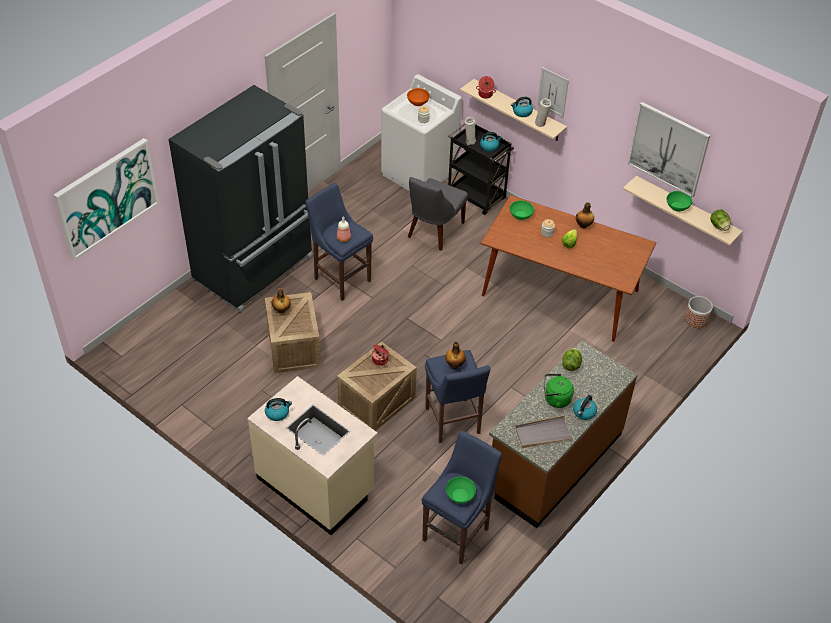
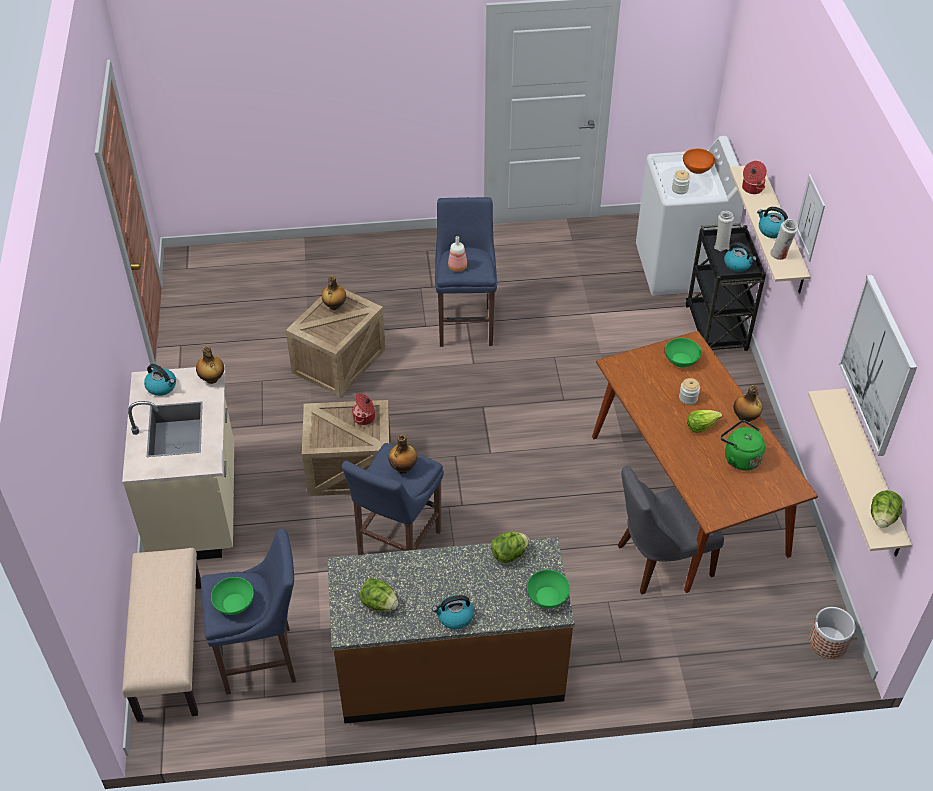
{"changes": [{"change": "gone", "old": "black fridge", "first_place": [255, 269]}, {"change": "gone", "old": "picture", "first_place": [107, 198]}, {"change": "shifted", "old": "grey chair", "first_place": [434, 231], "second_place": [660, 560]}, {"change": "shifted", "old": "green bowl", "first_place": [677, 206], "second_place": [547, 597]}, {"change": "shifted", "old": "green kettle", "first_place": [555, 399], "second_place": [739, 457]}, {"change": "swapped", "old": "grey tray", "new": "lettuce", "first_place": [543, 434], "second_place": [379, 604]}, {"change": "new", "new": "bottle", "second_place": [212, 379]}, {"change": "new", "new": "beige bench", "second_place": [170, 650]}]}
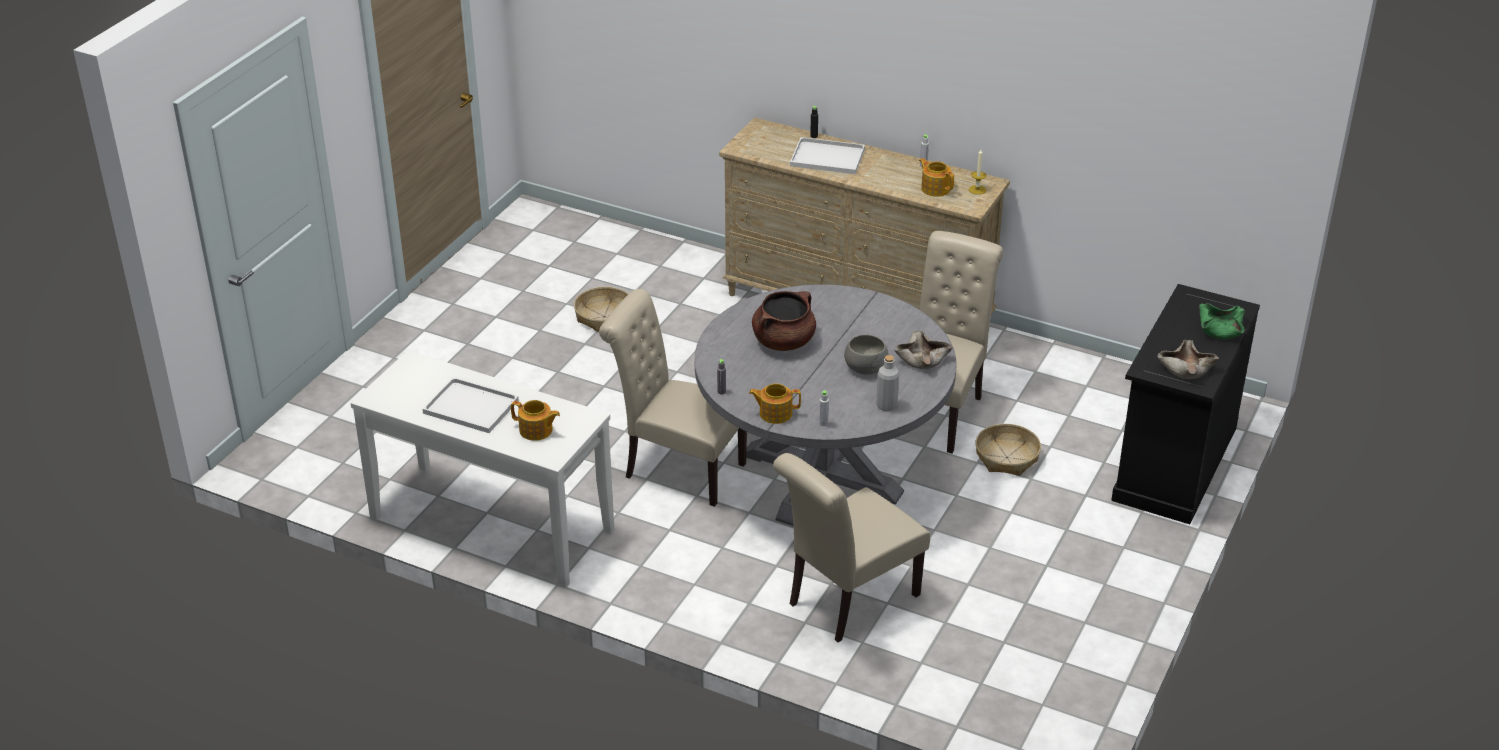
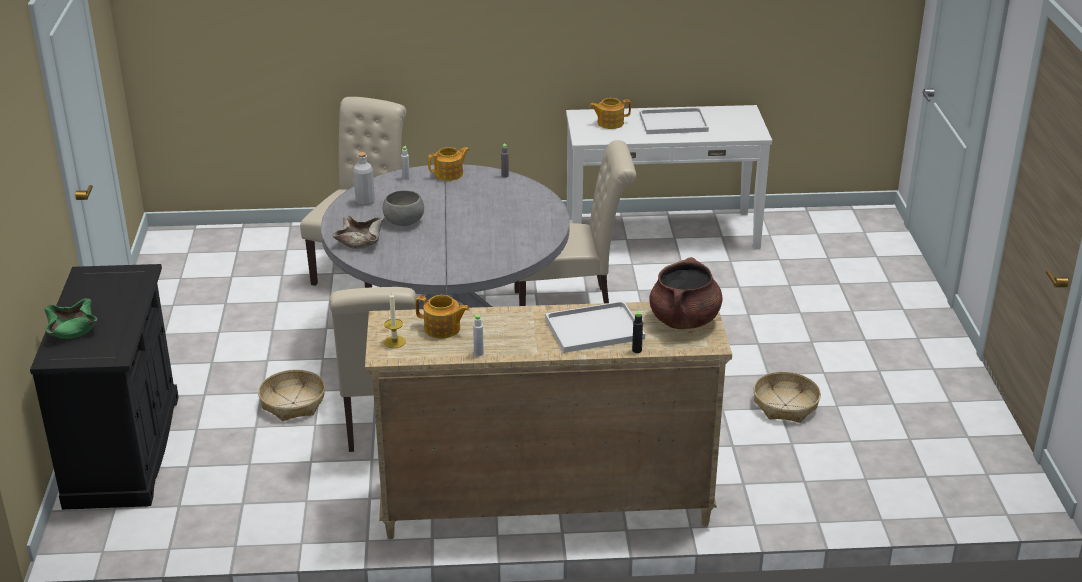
{"changes": [{"change": "shifted", "old": "brown cooking pot", "first_place": [783, 341], "second_place": [684, 320]}, {"change": "gone", "old": "beige bowl", "first_place": [1185, 369]}]}
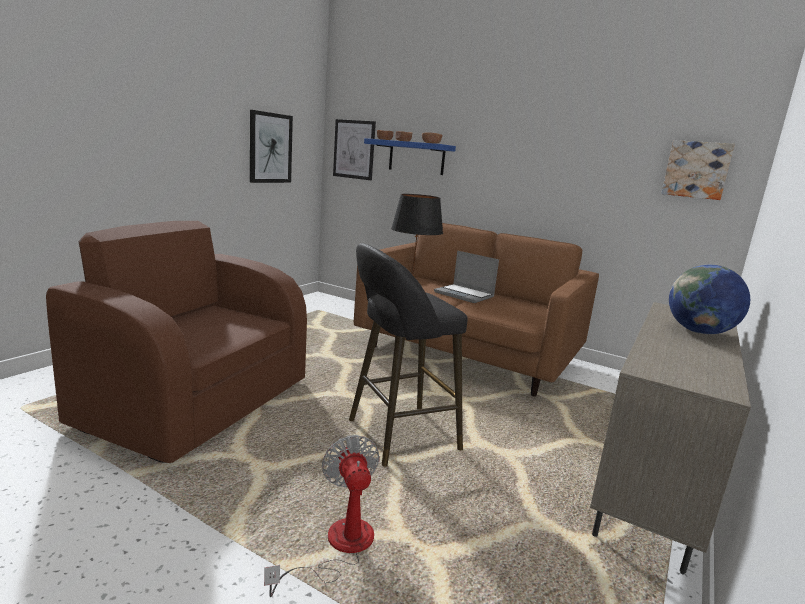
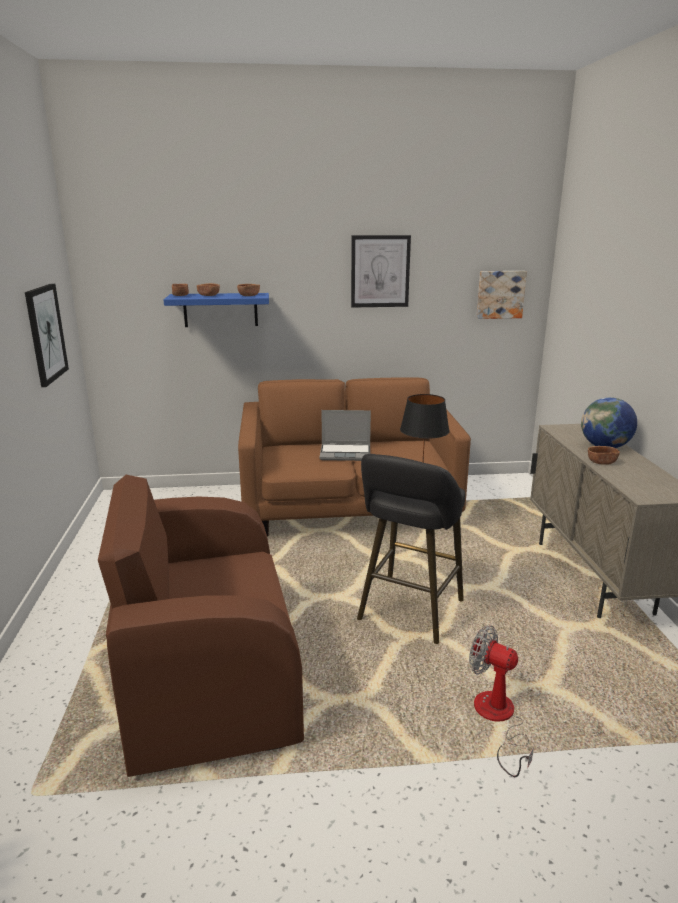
{"changes": [{"change": "shifted", "old": "picture", "first_place": [354, 149], "second_place": [380, 271]}, {"change": "new", "new": "brown bowl", "second_place": [602, 462]}]}
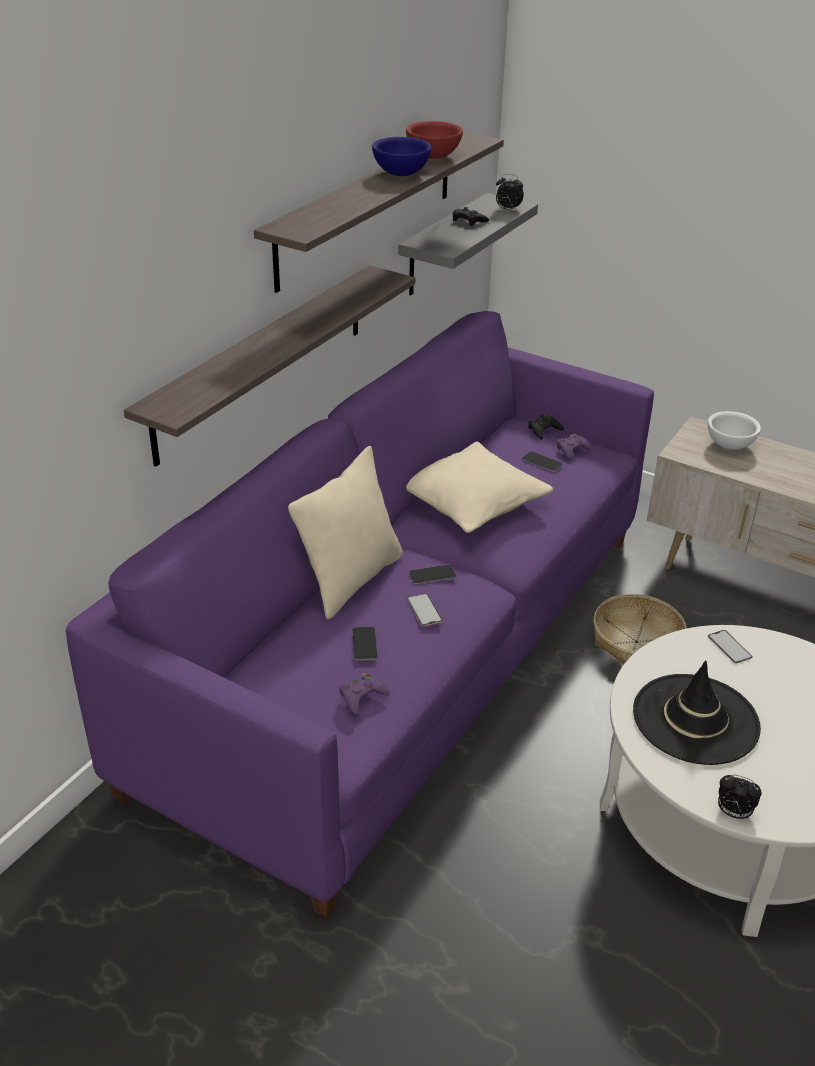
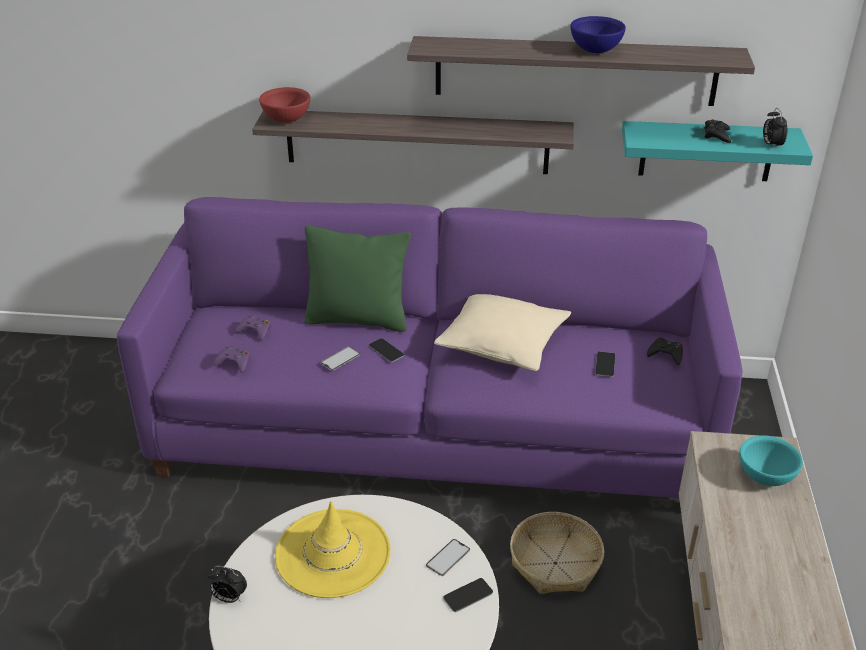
{"changes": [{"change": "shifted", "old": "red bowl", "first_place": [434, 156], "second_place": [287, 120]}, {"change": "repainted", "old": "grey shelf", "new": "turquoise shelf", "first_place": [443, 245], "second_place": [706, 151]}, {"change": "repainted", "old": "white bowl", "new": "turquoise bowl", "first_place": [729, 445], "second_place": [765, 476]}, {"change": "shifted", "old": "purple game controller", "first_place": [573, 450], "second_place": [255, 330]}, {"change": "repainted", "old": "beige pillow", "new": "green pillow", "first_place": [351, 579], "second_place": [358, 319]}, {"change": "shifted", "old": "phone", "first_place": [364, 644], "second_place": [468, 595]}, {"change": "repainted", "old": "black hat", "new": "yellow hat", "first_place": [695, 719], "second_place": [332, 553]}, {"change": "rotated", "old": "alarm clock", "first_place": [733, 813], "second_place": [229, 598], "degrees": -75}]}
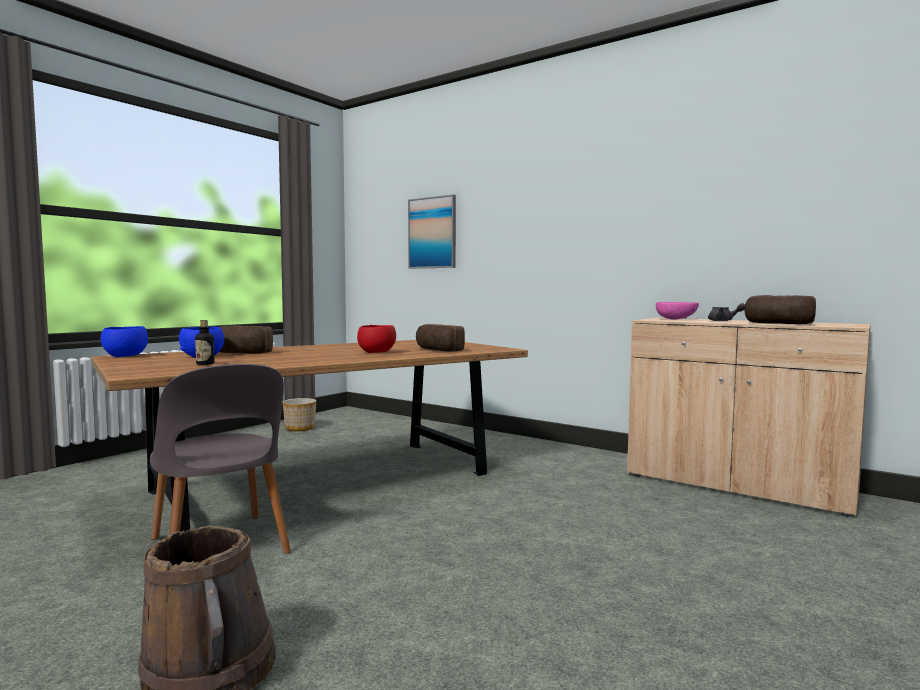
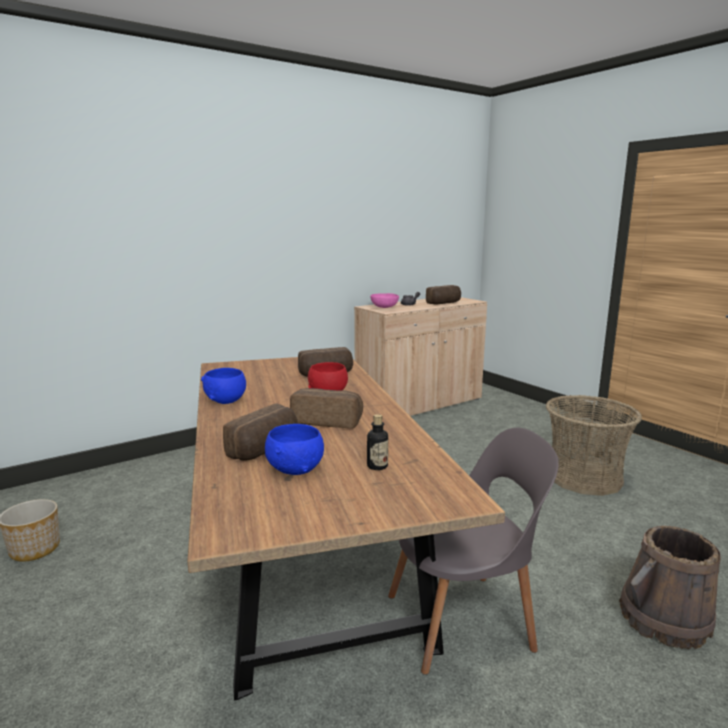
{"changes": [{"change": "gone", "old": "picture", "first_place": [432, 233]}, {"change": "shifted", "old": "blue bowl", "first_place": [125, 356], "second_place": [226, 401]}, {"change": "new", "new": "bread", "second_place": [327, 421]}, {"change": "new", "new": "basket", "second_place": [584, 478]}]}
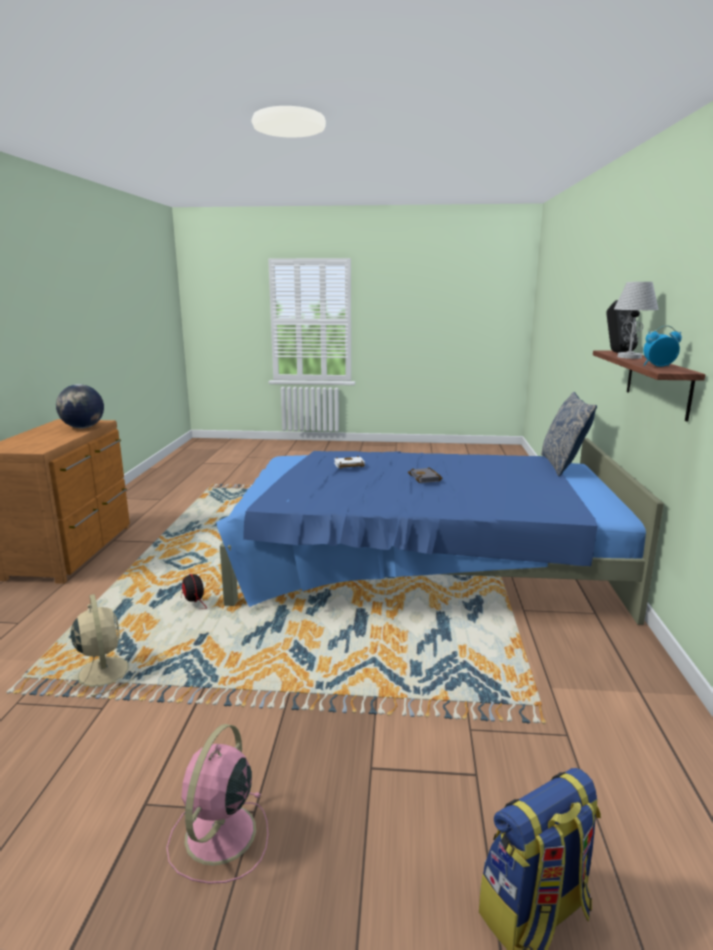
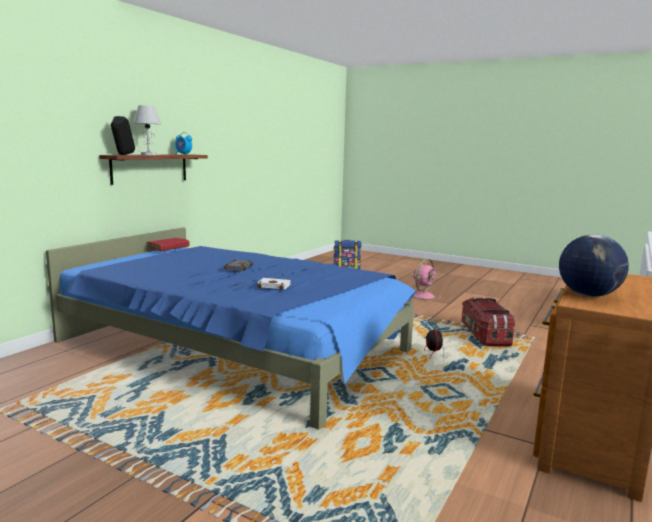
{"changes": [{"change": "gone", "old": "pillow", "first_place": [563, 465]}, {"change": "swapped", "old": "beige fan", "new": "storage box", "first_place": [103, 670], "second_place": [484, 336]}, {"change": "new", "new": "red book", "second_place": [169, 248]}]}
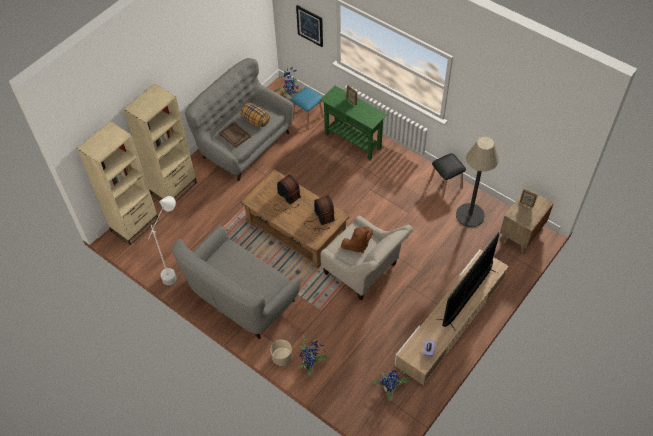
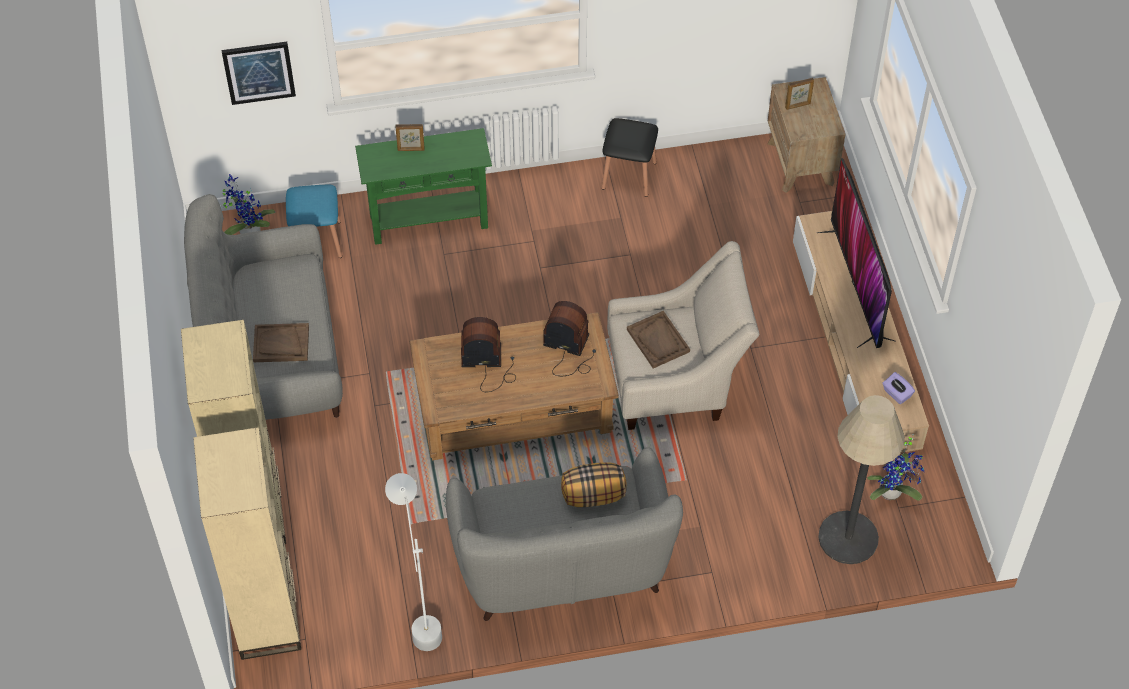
{"changes": [{"change": "shifted", "old": "pillow", "first_place": [255, 121], "second_place": [593, 495]}, {"change": "shifted", "old": "floor lamp", "first_place": [470, 215], "second_place": [848, 538]}, {"change": "swapped", "old": "brown plush toy", "new": "brown tray", "first_place": [357, 245], "second_place": [658, 341]}, {"change": "gone", "old": "potted plant", "first_place": [311, 364]}, {"change": "gone", "old": "beige planter", "first_place": [282, 358]}]}
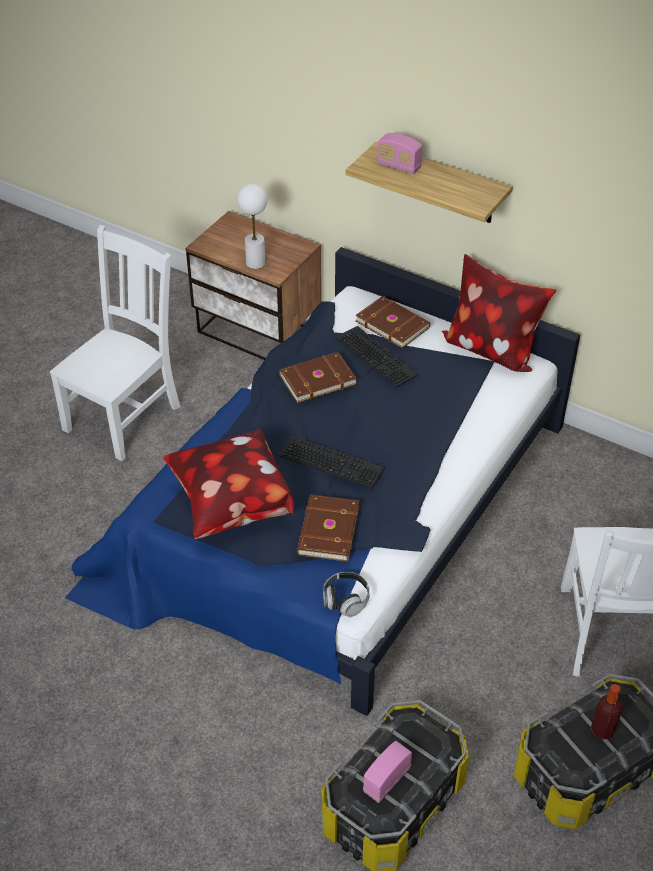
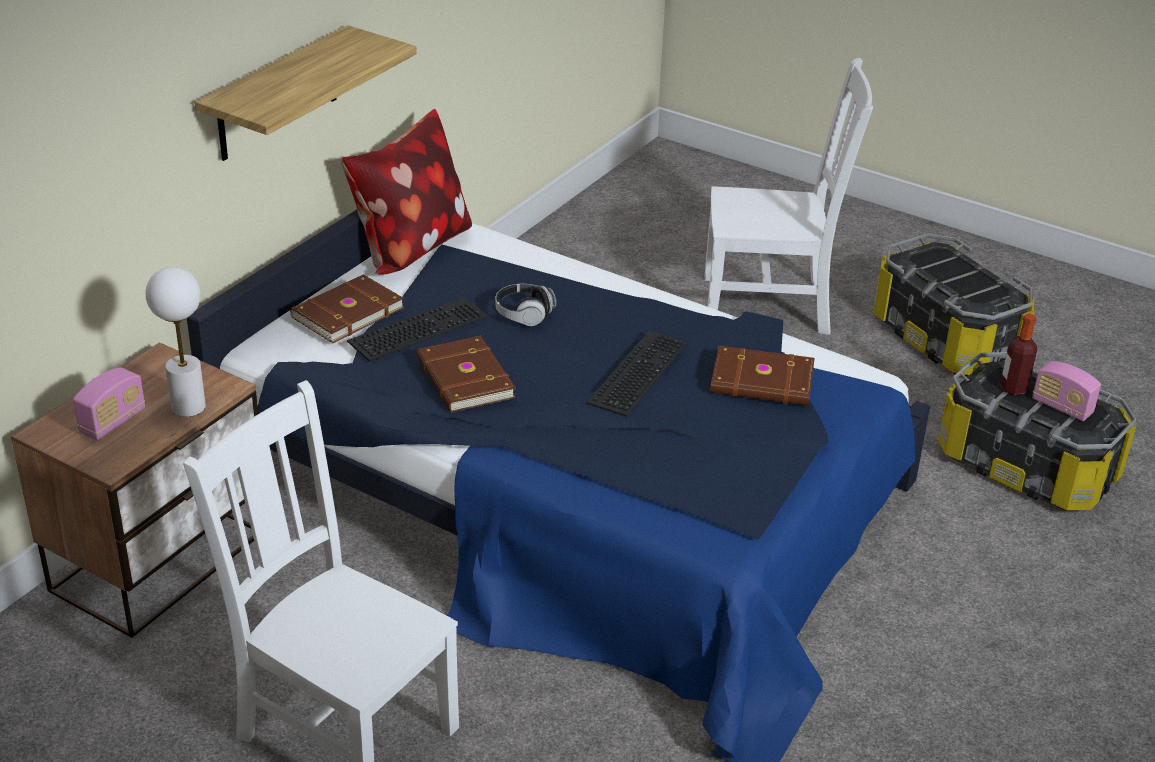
{"changes": [{"change": "shifted", "old": "radio", "first_place": [399, 166], "second_place": [113, 422]}, {"change": "gone", "old": "pillow", "first_place": [230, 507]}, {"change": "shifted", "old": "headphones", "first_place": [345, 600], "second_place": [524, 314]}, {"change": "shifted", "old": "bottle", "first_place": [602, 730], "second_place": [1013, 388]}]}
